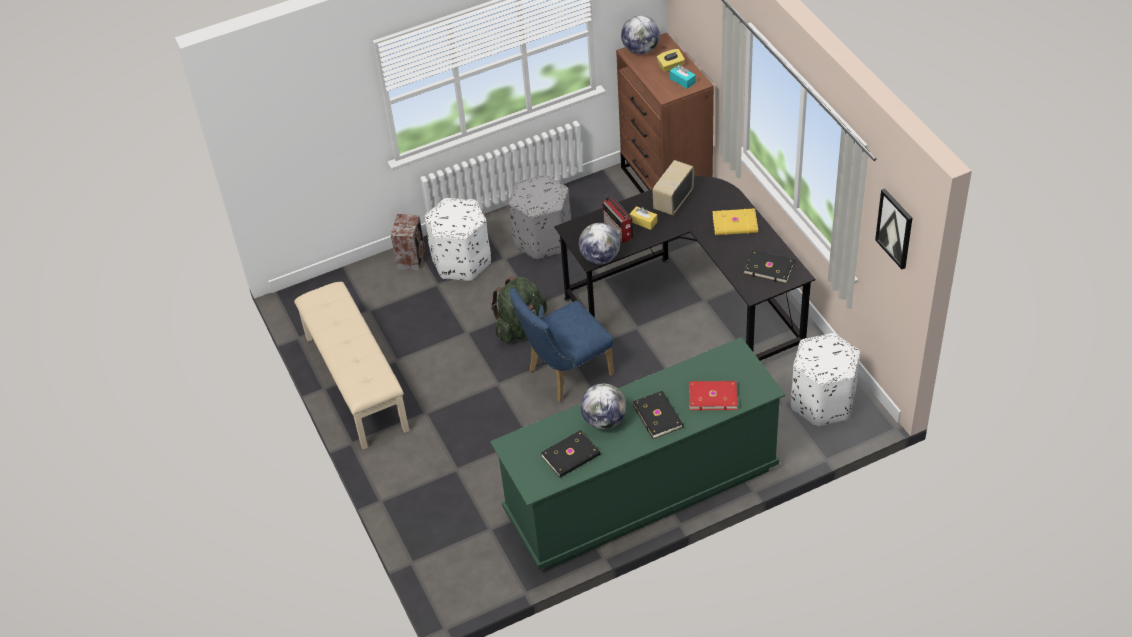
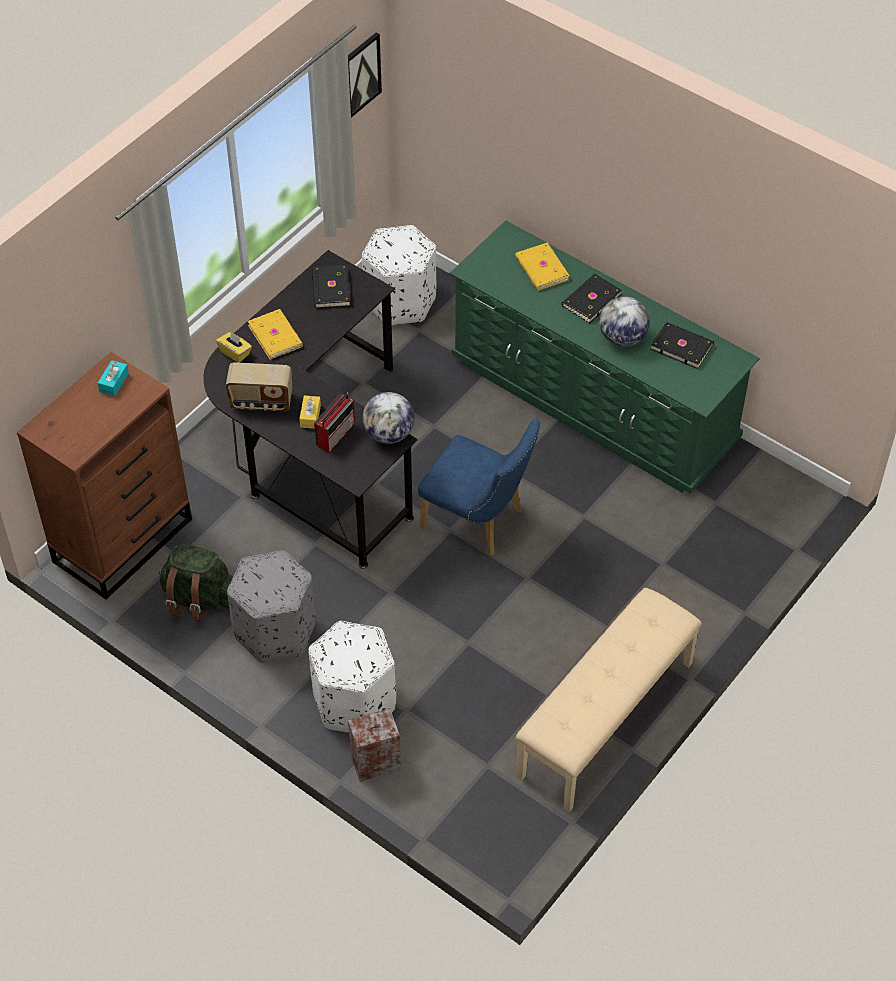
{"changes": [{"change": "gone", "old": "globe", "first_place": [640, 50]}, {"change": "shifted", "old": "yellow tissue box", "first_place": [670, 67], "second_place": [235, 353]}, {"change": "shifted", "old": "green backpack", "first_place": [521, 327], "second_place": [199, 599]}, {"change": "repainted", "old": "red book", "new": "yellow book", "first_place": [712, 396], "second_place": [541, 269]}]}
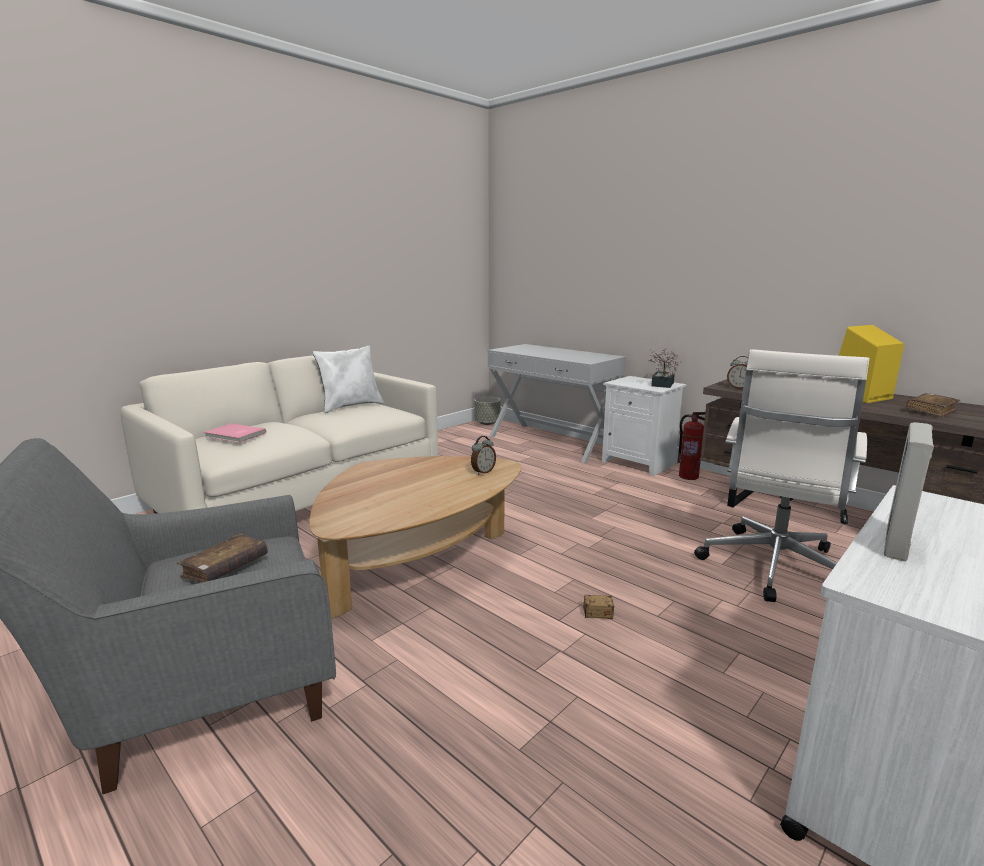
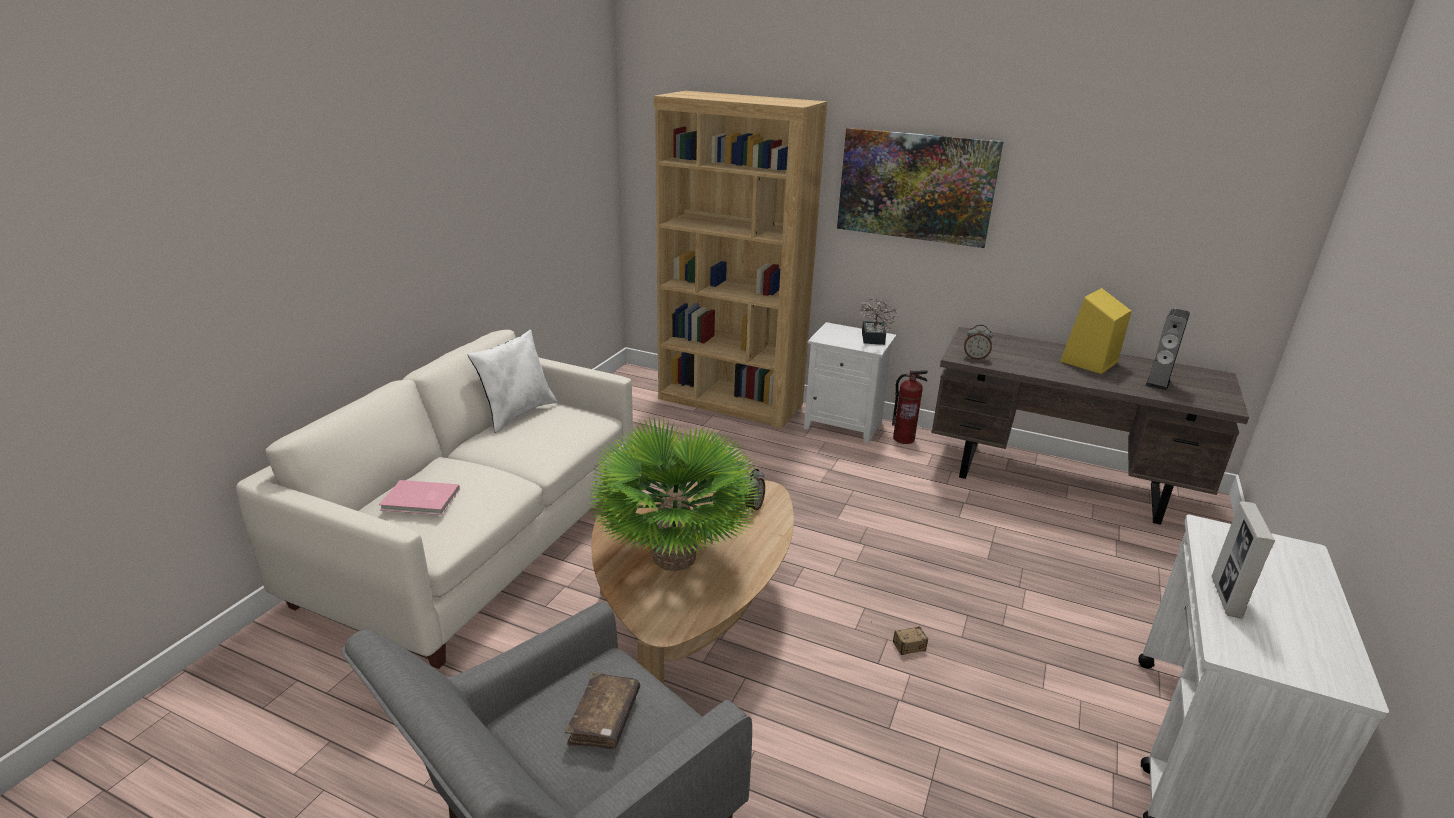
{"changes": [{"change": "swapped", "old": "white console table", "new": "brown bookcase", "first_place": [552, 442], "second_place": [730, 402]}, {"change": "gone", "old": "white office chair", "first_place": [773, 568]}, {"change": "swapped", "old": "brown book", "new": "speaker", "first_place": [931, 411], "second_place": [1157, 383]}, {"change": "gone", "old": "grey planter", "first_place": [487, 423]}, {"change": "new", "new": "picture", "second_place": [916, 186]}, {"change": "new", "new": "potted plant", "second_place": [674, 557]}]}
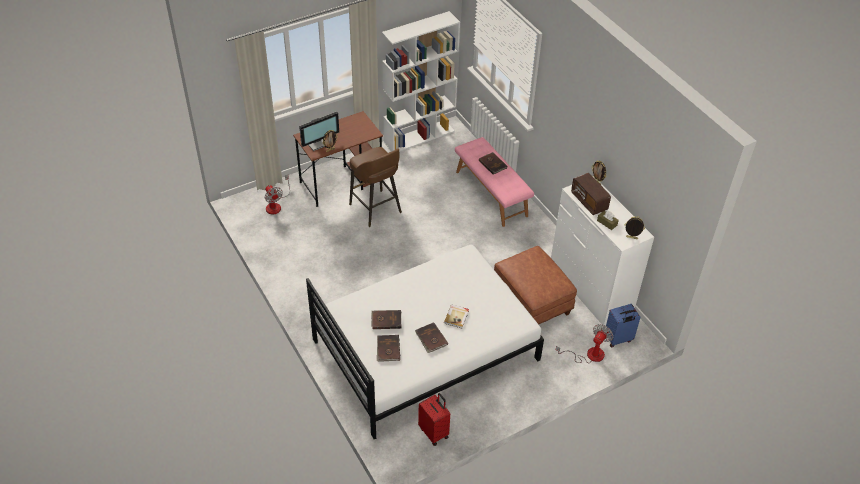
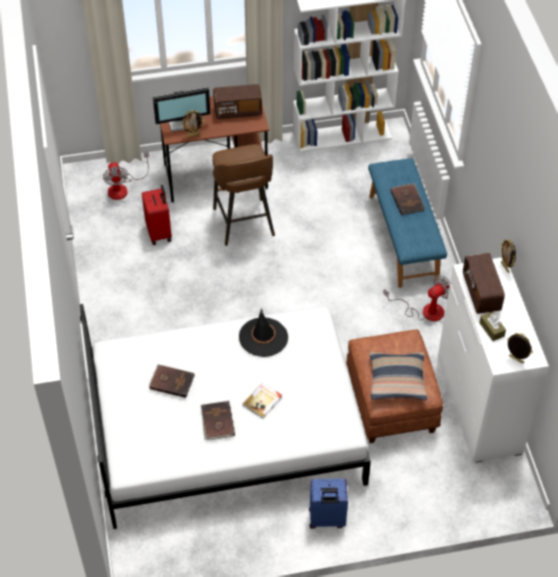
{"changes": [{"change": "repainted", "old": "pink bench", "new": "blue bench", "first_place": [492, 193], "second_place": [404, 237]}, {"change": "shifted", "old": "blue suitcase", "first_place": [618, 339], "second_place": [326, 519]}, {"change": "shifted", "old": "fan", "first_place": [588, 355], "second_place": [425, 310]}, {"change": "gone", "old": "brown book", "first_place": [388, 349]}, {"change": "shifted", "old": "red suitcase", "first_place": [434, 432], "second_place": [159, 233]}, {"change": "new", "new": "radio", "second_place": [237, 111]}, {"change": "new", "new": "black hat", "second_place": [263, 337]}, {"change": "new", "new": "pillow", "second_place": [397, 380]}]}
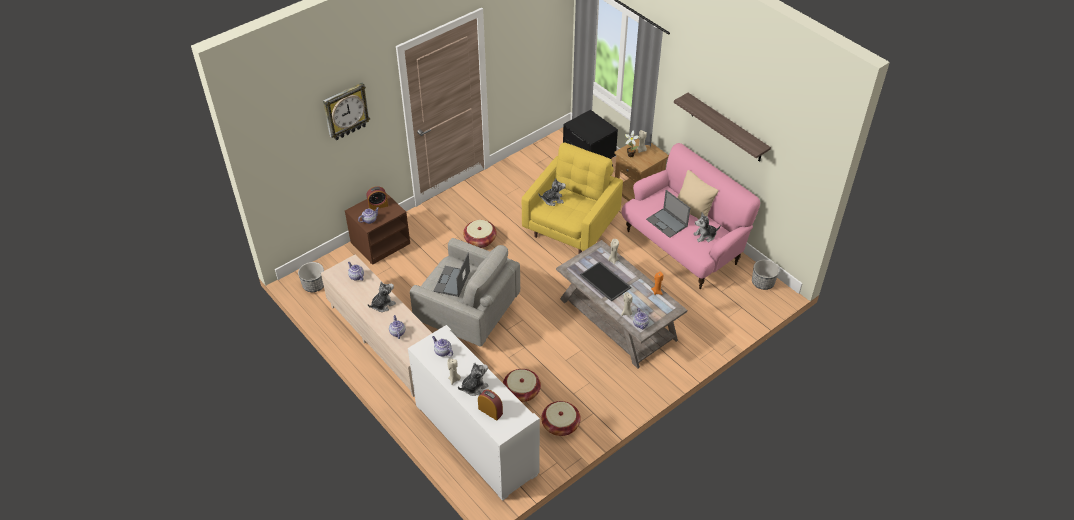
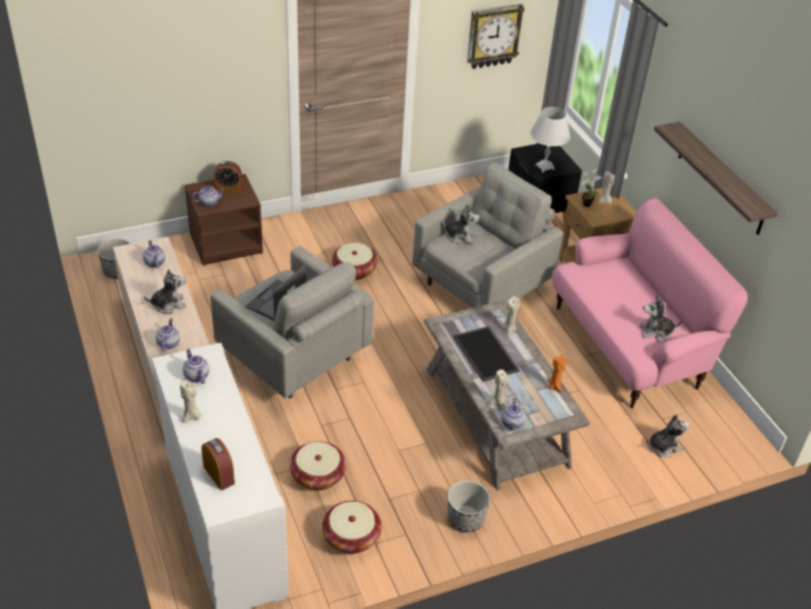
{"changes": [{"change": "shifted", "old": "wall clock", "first_place": [345, 111], "second_place": [493, 36]}, {"change": "repainted", "old": "yellow armchair", "new": "grey armchair", "first_place": [572, 227], "second_place": [483, 285]}, {"change": "gone", "old": "beige pillow", "first_place": [693, 210]}, {"change": "gone", "old": "laptop", "first_place": [667, 223]}, {"change": "shifted", "old": "planter", "first_place": [763, 283], "second_place": [466, 519]}, {"change": "shifted", "old": "plush toy", "first_place": [474, 387], "second_place": [663, 447]}, {"change": "new", "new": "white table lamp", "second_place": [545, 167]}]}
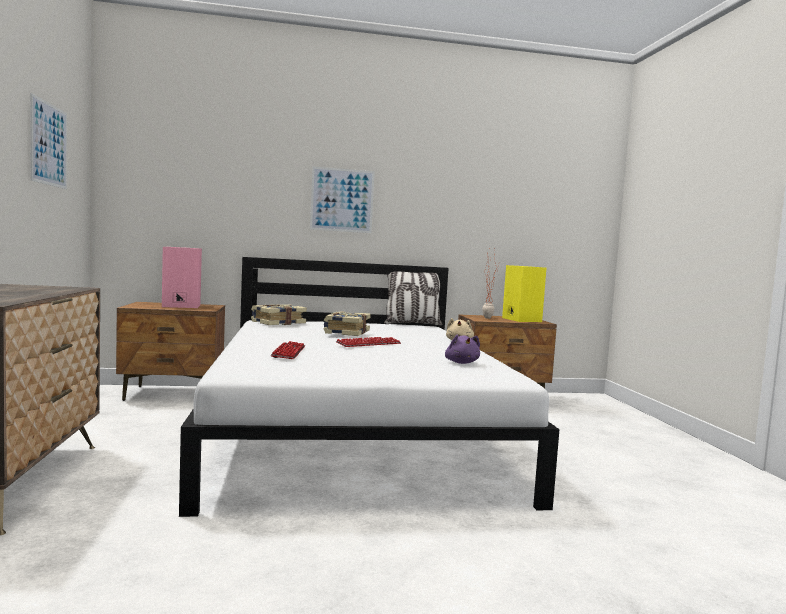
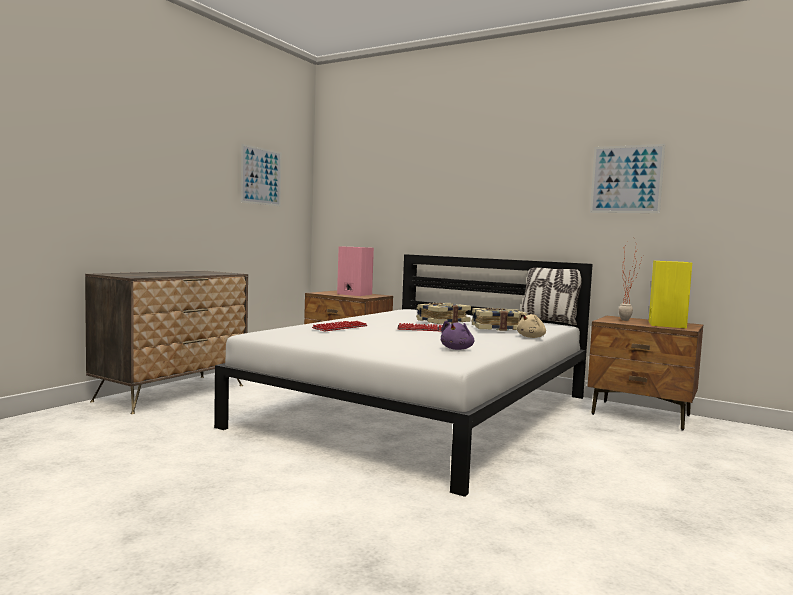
{"changes": [{"change": "shifted", "old": "picture", "first_place": [342, 200], "second_place": [626, 179]}, {"change": "shifted", "old": "book", "first_place": [277, 323], "second_place": [497, 328]}]}
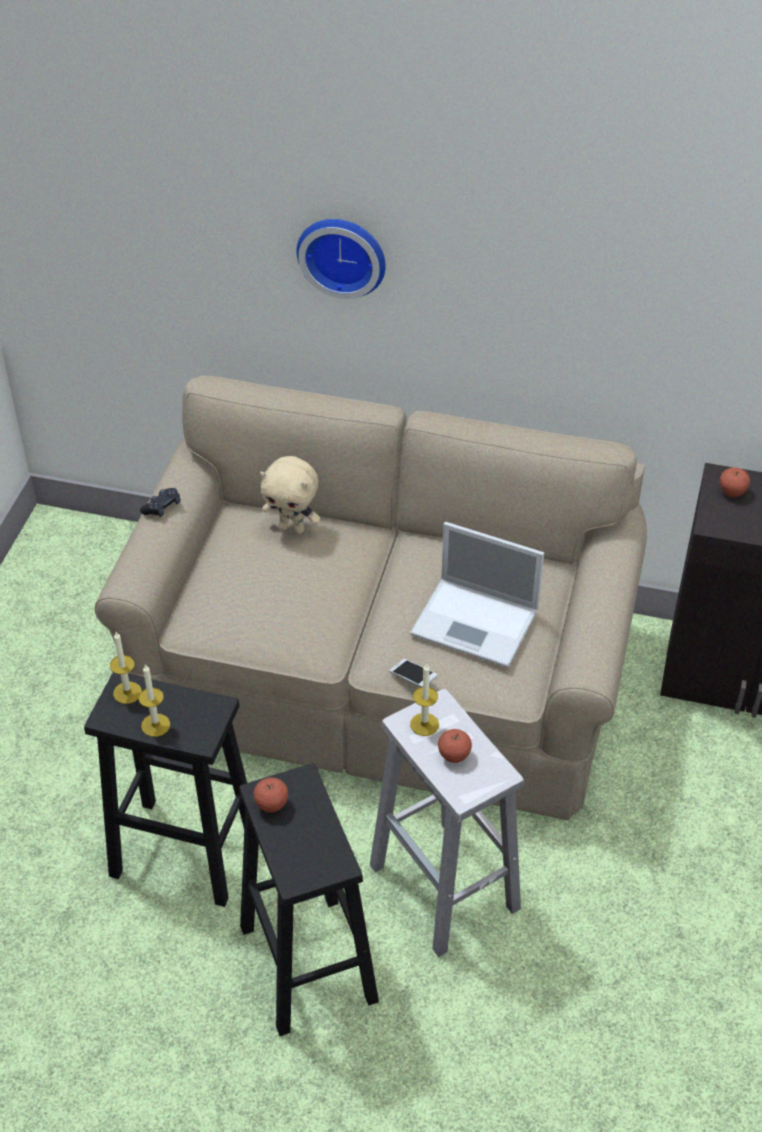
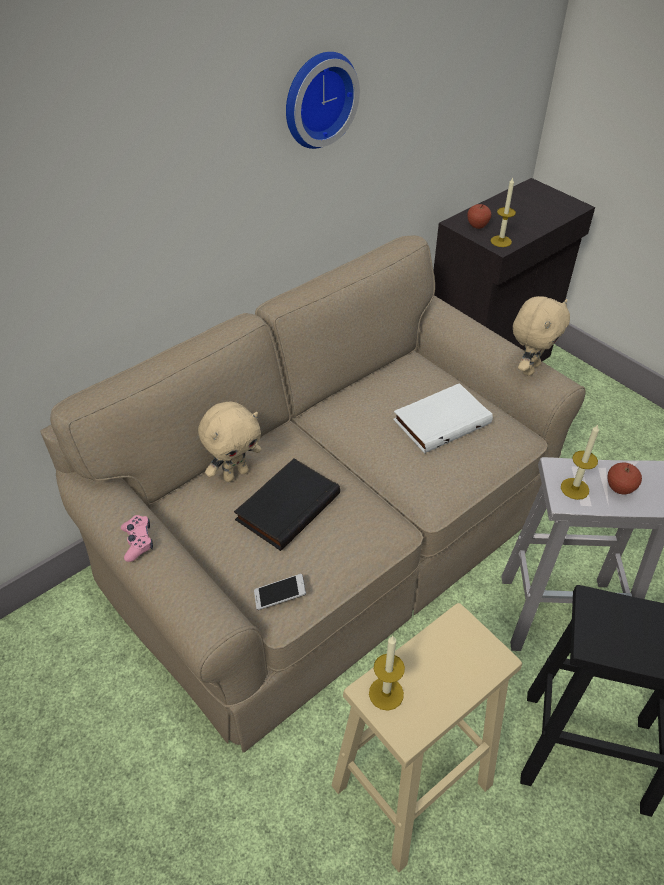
{"changes": [{"change": "shifted", "old": "wall clock", "first_place": [343, 254], "second_place": [317, 98]}, {"change": "repainted", "old": "black game controller", "new": "pink game controller", "first_place": [162, 507], "second_place": [138, 542]}, {"change": "swapped", "old": "laptop", "new": "white book", "first_place": [477, 623], "second_place": [441, 420]}, {"change": "shifted", "old": "phone", "first_place": [413, 678], "second_place": [280, 596]}, {"change": "shifted", "old": "candle", "first_place": [155, 725], "second_place": [501, 241]}, {"change": "repainted", "old": "black stool", "new": "beige stool", "first_place": [182, 851], "second_place": [410, 787]}, {"change": "gone", "old": "apple", "first_place": [271, 804]}, {"change": "new", "new": "beige plush toy", "second_place": [529, 368]}, {"change": "new", "new": "black book", "second_place": [286, 505]}]}
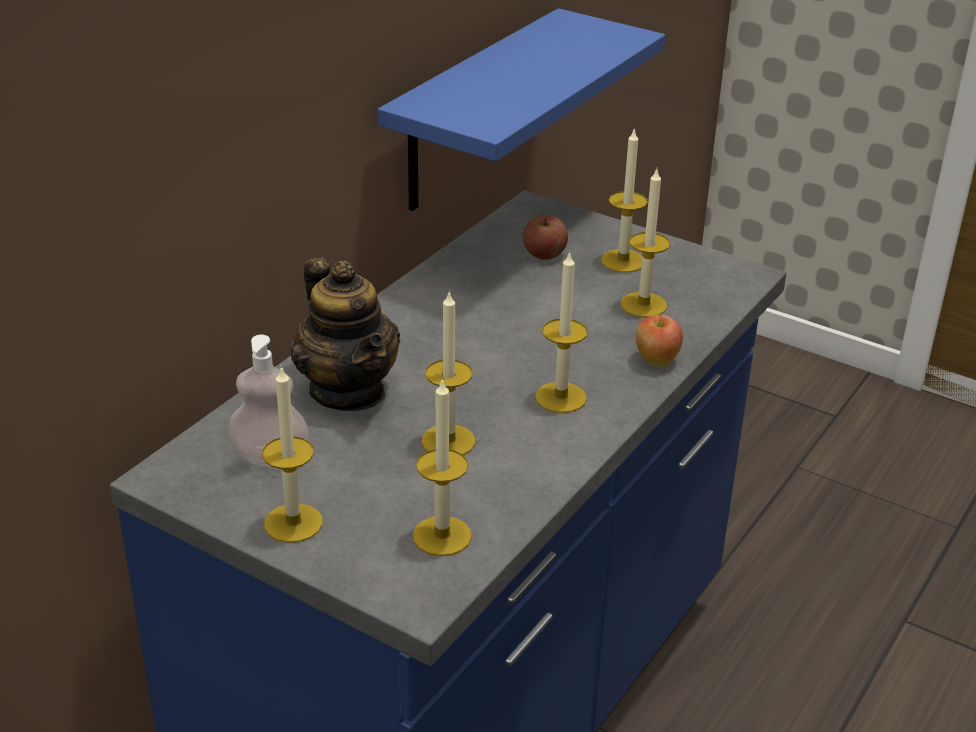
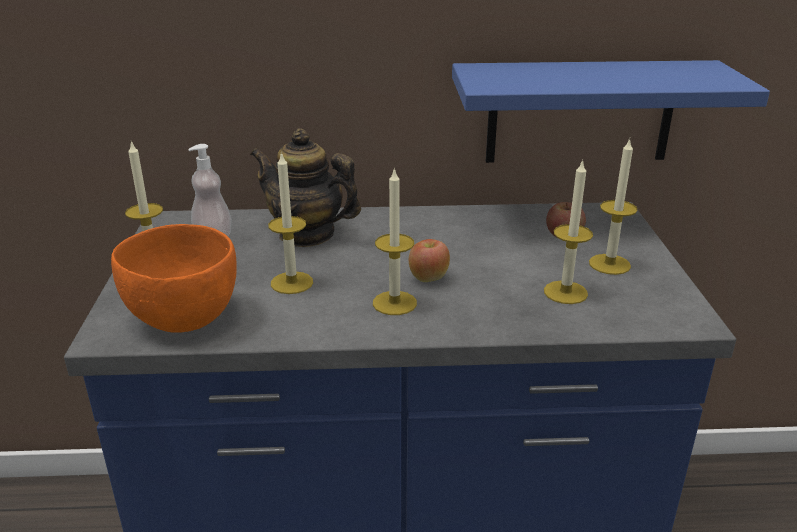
{"changes": [{"change": "rotated", "old": "teapot", "first_place": [348, 391], "second_place": [307, 234], "degrees": 90}, {"change": "shifted", "old": "apple", "first_place": [656, 360], "second_place": [428, 278]}, {"change": "swapped", "old": "candle", "new": "orange bowl", "first_place": [442, 536], "second_place": [183, 318]}]}
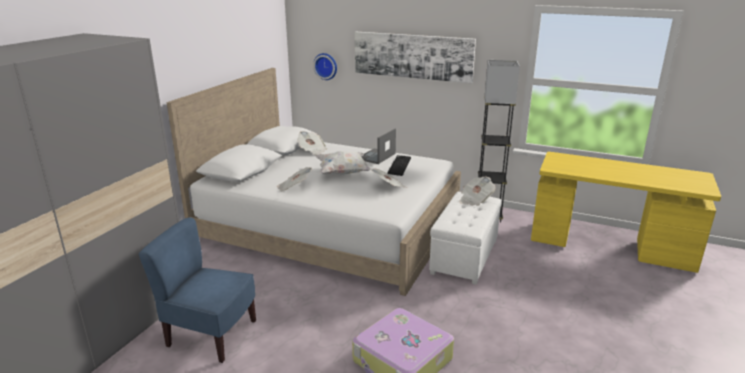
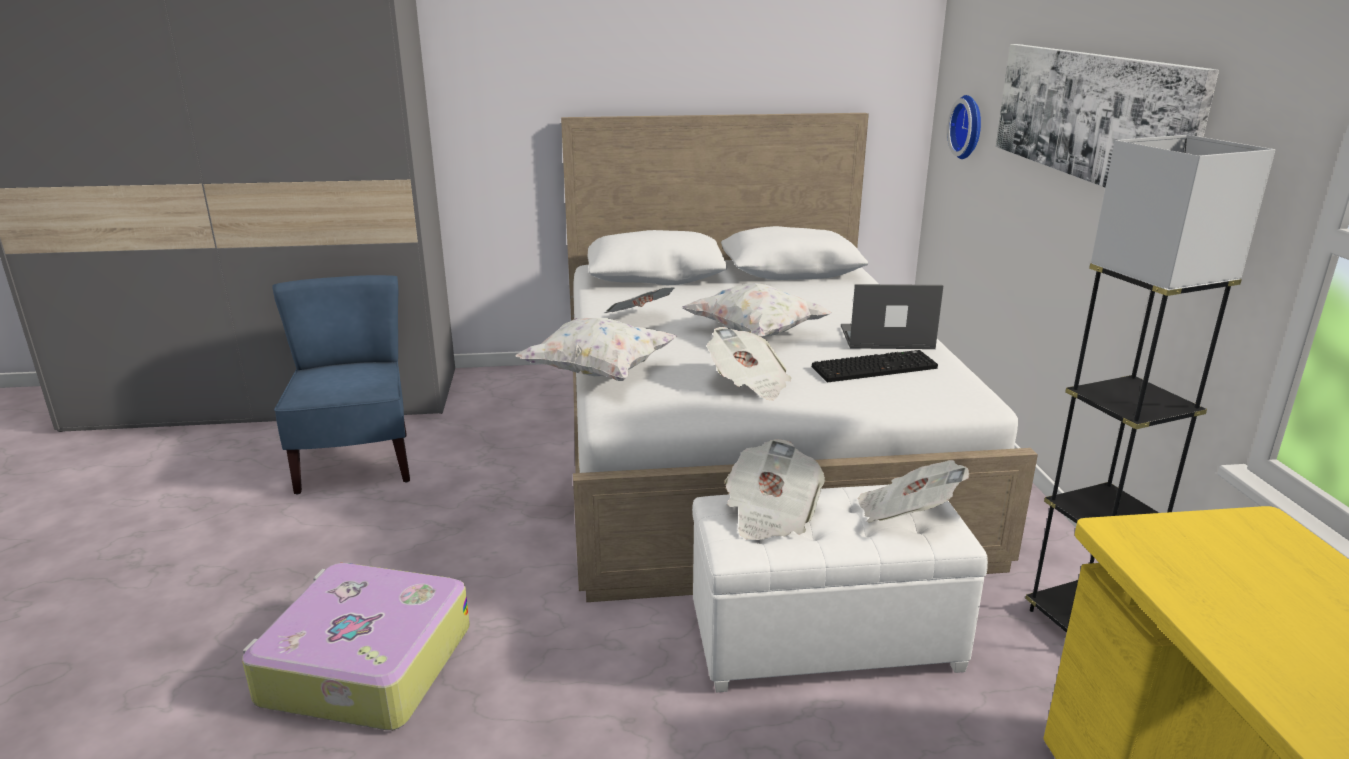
{"changes": [{"change": "shifted", "old": "newspaper", "first_place": [312, 151], "second_place": [770, 514]}, {"change": "new", "new": "white pillow", "second_place": [598, 372]}]}
